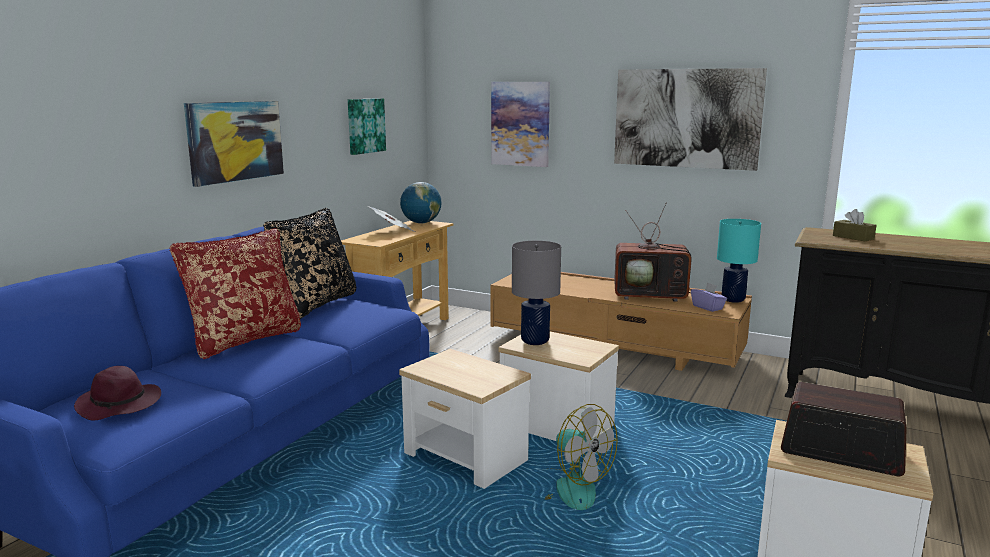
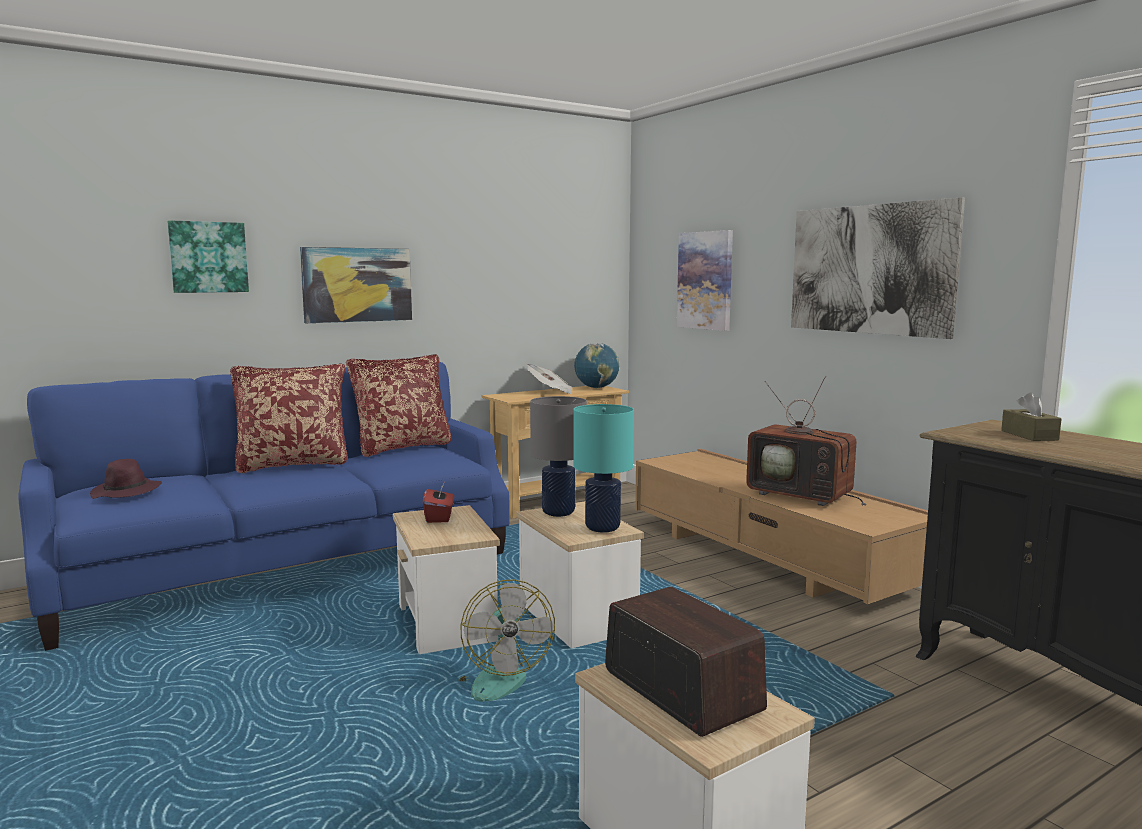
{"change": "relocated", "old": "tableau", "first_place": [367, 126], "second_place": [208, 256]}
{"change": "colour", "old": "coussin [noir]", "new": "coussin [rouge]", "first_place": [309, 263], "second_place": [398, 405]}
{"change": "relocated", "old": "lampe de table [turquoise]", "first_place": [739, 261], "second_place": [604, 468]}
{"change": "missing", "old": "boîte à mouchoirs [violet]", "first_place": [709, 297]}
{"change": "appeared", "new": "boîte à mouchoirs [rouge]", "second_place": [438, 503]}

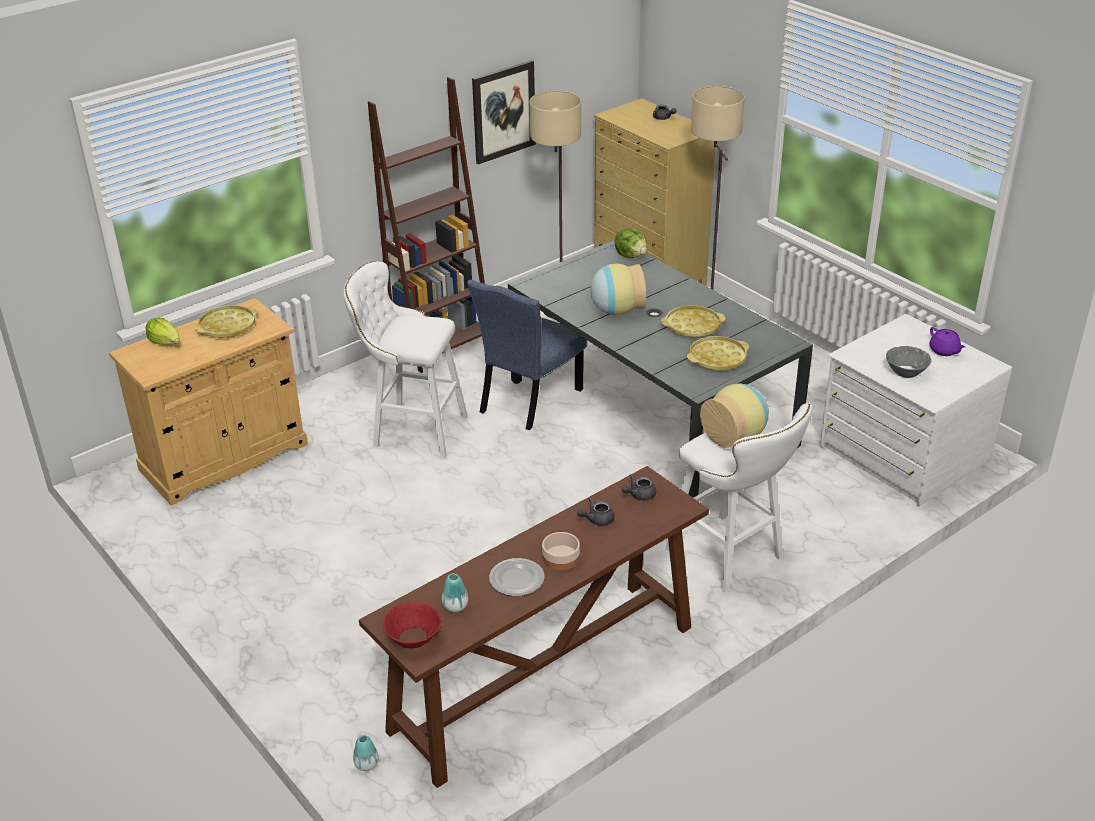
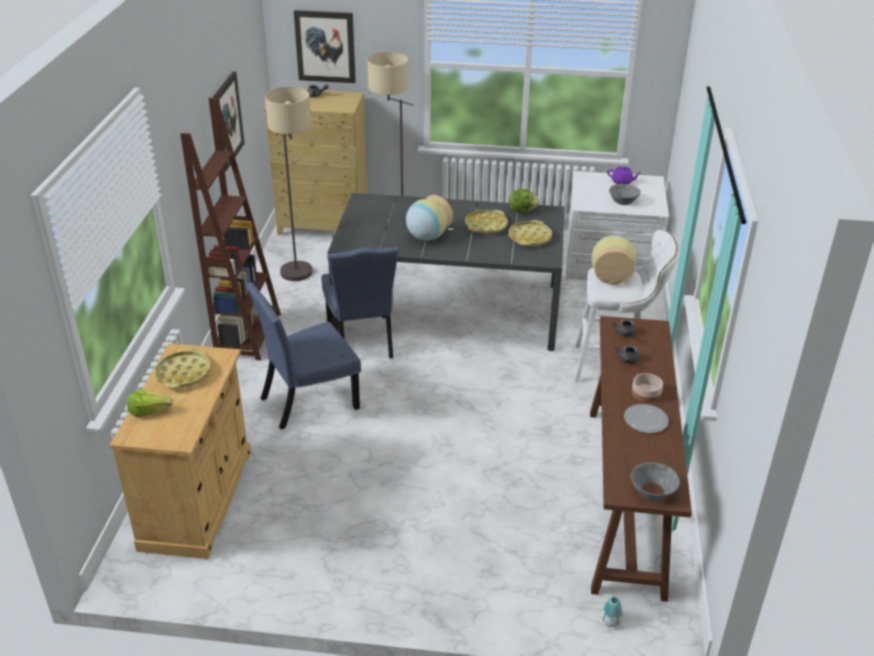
{"change": "relocated", "old": "laitue", "first_place": [631, 243], "second_place": [524, 200]}
{"change": "exchanged", "old": "tabouret [blanc]", "new": "chaise [bleu]", "first_place": [405, 359], "second_place": [304, 355]}
{"change": "missing", "old": "vase", "first_place": [455, 592]}
{"change": "colour", "old": "bol [rouge]", "new": "bol [gris]", "first_place": [412, 625], "second_place": [655, 481]}
{"change": "appeared", "new": "tableau", "second_place": [325, 46]}

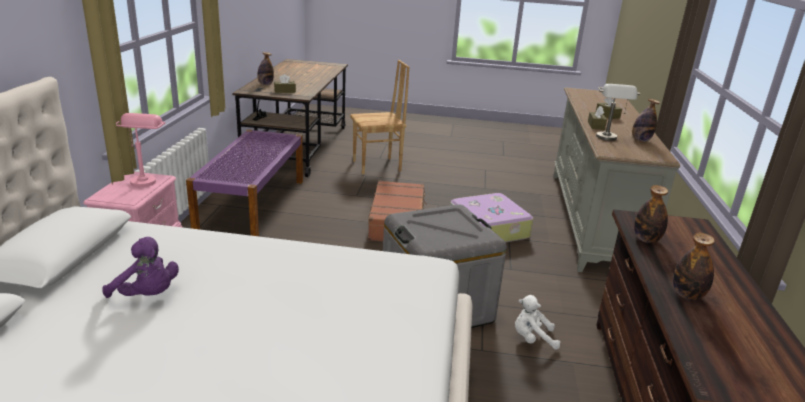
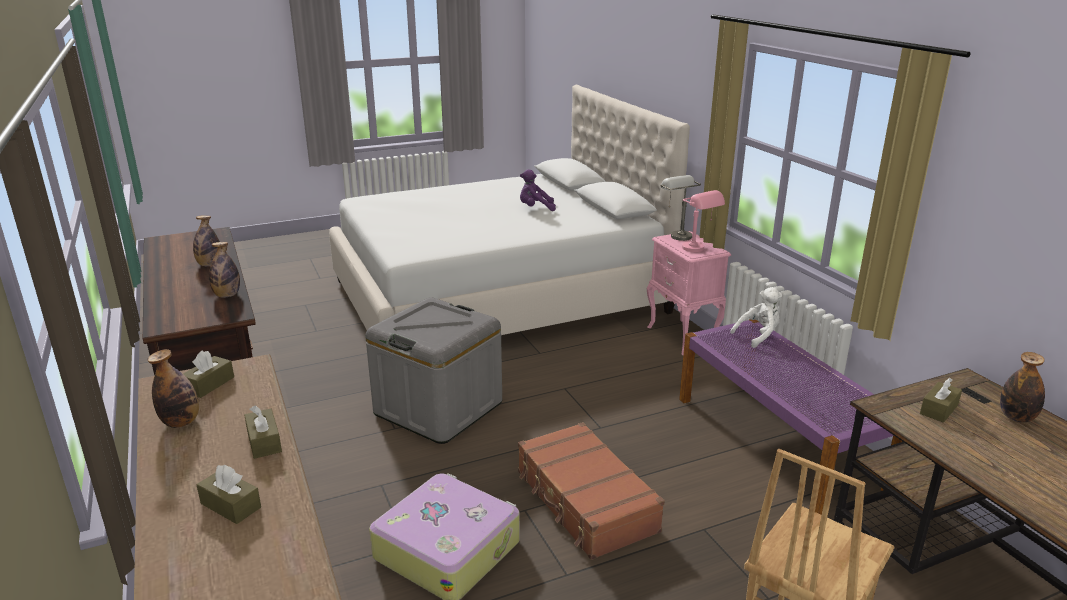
{"change": "relocated", "old": "lampe de table [gris]", "first_place": [618, 112], "second_place": [680, 208]}
{"change": "relocated", "old": "peluche [blanc]", "first_place": [537, 322], "second_place": [756, 317]}
{"change": "appeared", "new": "boîte à mouchoirs [marron]", "second_place": [208, 374]}

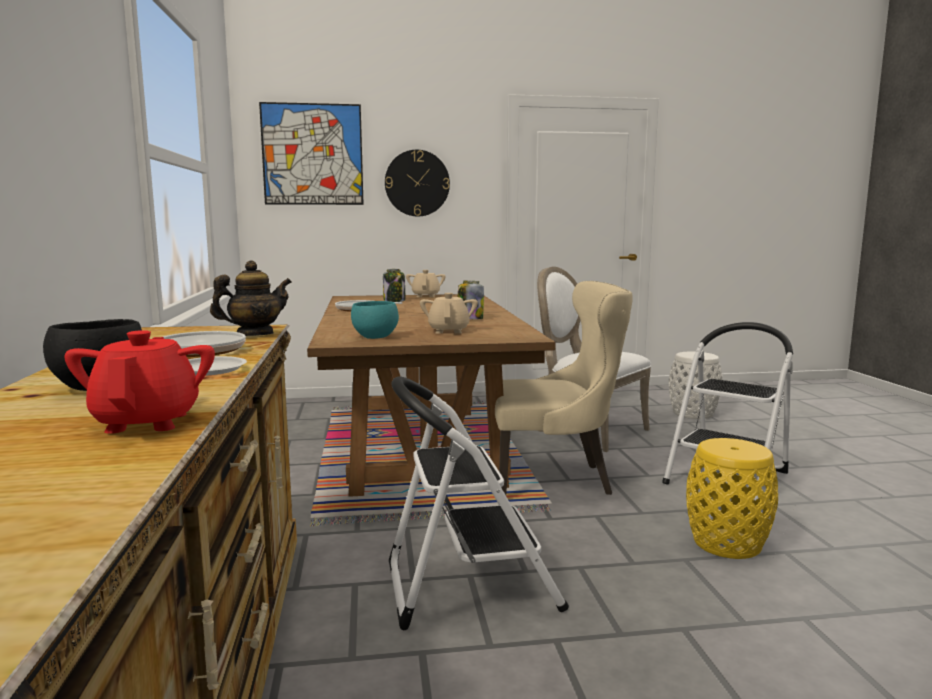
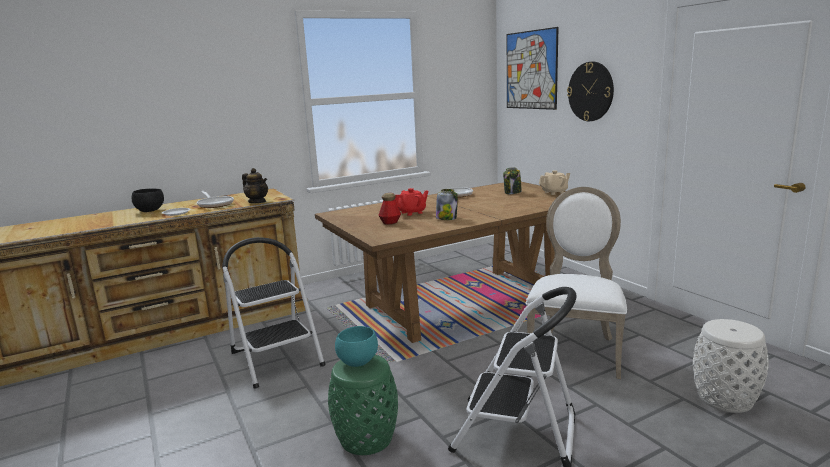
{"change": "missing", "old": "chaise [beige]", "first_place": [564, 388]}
{"change": "exchanged", "old": "théière [beige]", "new": "bouteille", "first_place": [449, 313], "second_place": [390, 208]}
{"change": "relocated", "old": "bol [turquoise]", "first_place": [375, 320], "second_place": [356, 346]}
{"change": "relocated", "old": "théière [rouge]", "first_place": [139, 382], "second_place": [411, 202]}
{"change": "colour", "old": "tabouret [jaune]", "new": "tabouret [vert]", "first_place": [732, 498], "second_place": [363, 405]}

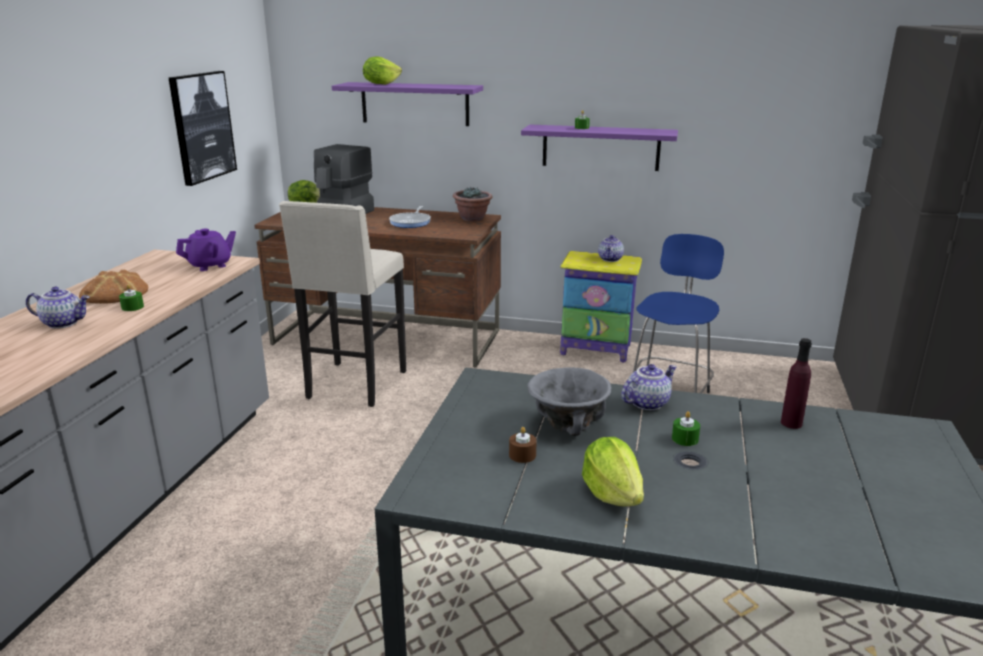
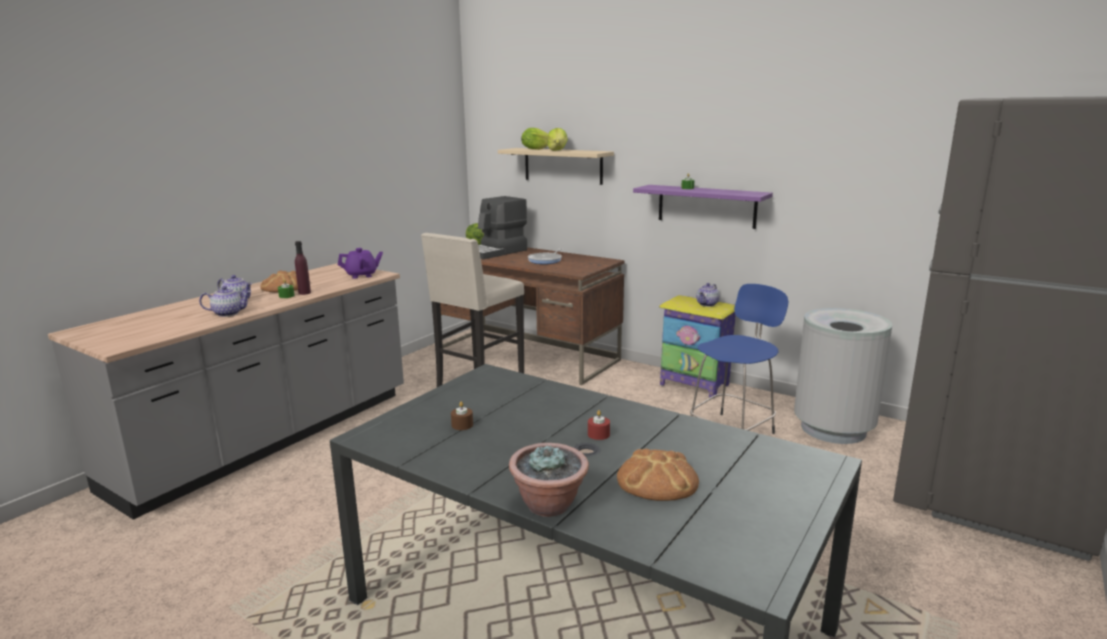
{"change": "missing", "old": "tableau", "first_place": [203, 128]}
{"change": "colour", "old": "étagère [violet]", "new": "étagère [beige]", "first_place": [407, 104], "second_place": [556, 166]}
{"change": "relocated", "old": "plante en pot", "first_place": [473, 204], "second_place": [549, 480]}
{"change": "relocated", "old": "bouteille [violet]", "first_place": [796, 383], "second_place": [303, 268]}
{"change": "relocated", "old": "théière", "first_place": [649, 387], "second_place": [225, 301]}
{"change": "missing", "old": "bol [gris]", "first_place": [569, 401]}
{"change": "colour", "old": "bougie [vert]", "new": "bougie [rouge]", "first_place": [686, 428], "second_place": [599, 425]}
{"change": "relocated", "old": "laitue", "first_place": [613, 471], "second_place": [557, 139]}
{"change": "appeared", "new": "poubelle [gris]", "second_place": [843, 376]}
{"change": "appeared", "new": "pain", "second_place": [658, 475]}

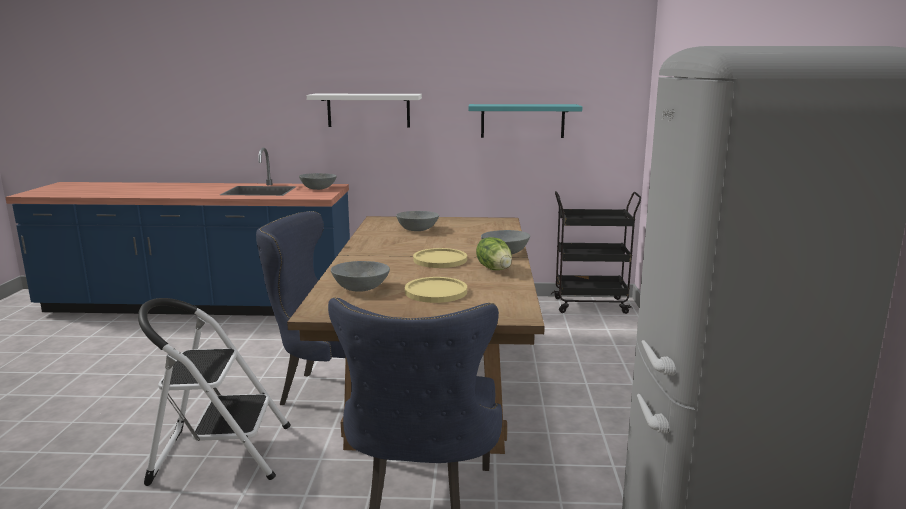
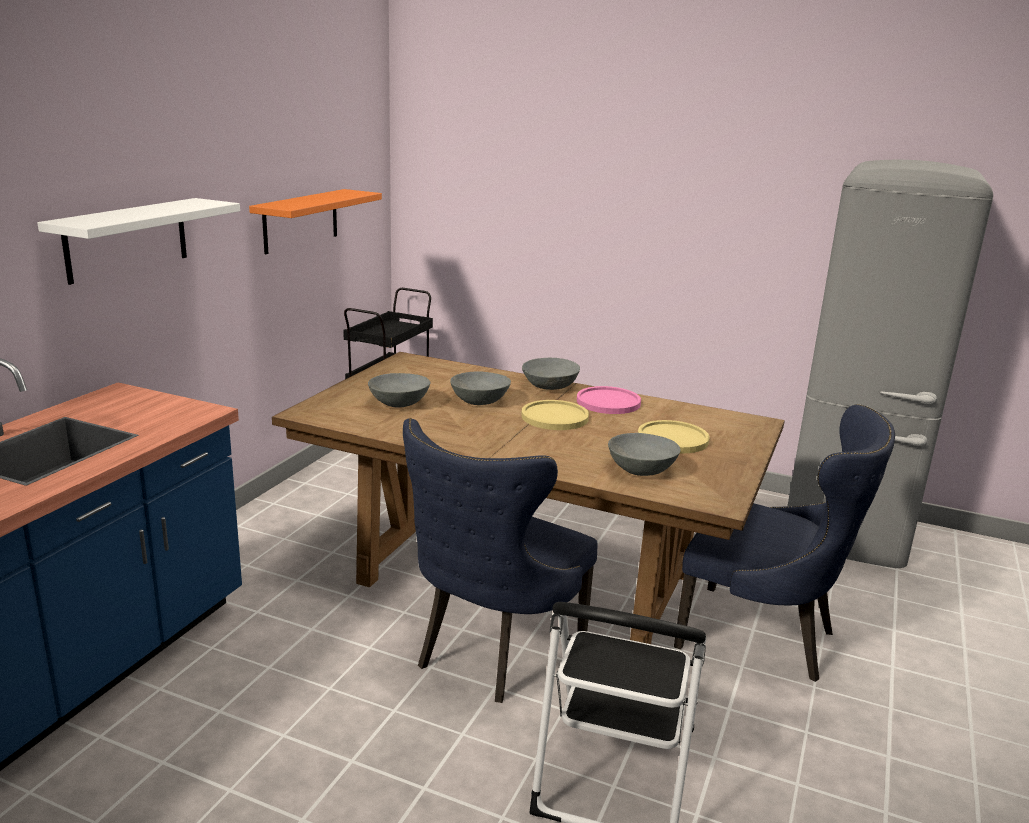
{"change": "colour", "old": "étagère [turquoise]", "new": "étagère [orange]", "first_place": [525, 121], "second_place": [315, 221]}
{"change": "relocated", "old": "bol [gris]", "first_place": [318, 181], "second_place": [480, 388]}
{"change": "exchanged", "old": "laitue", "new": "assiette [rose]", "first_place": [494, 253], "second_place": [609, 400]}

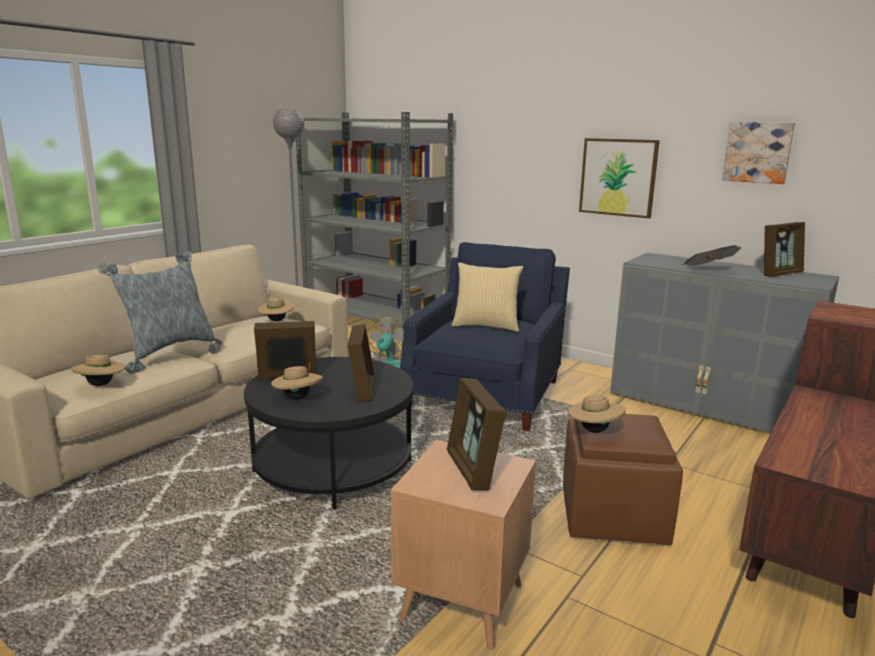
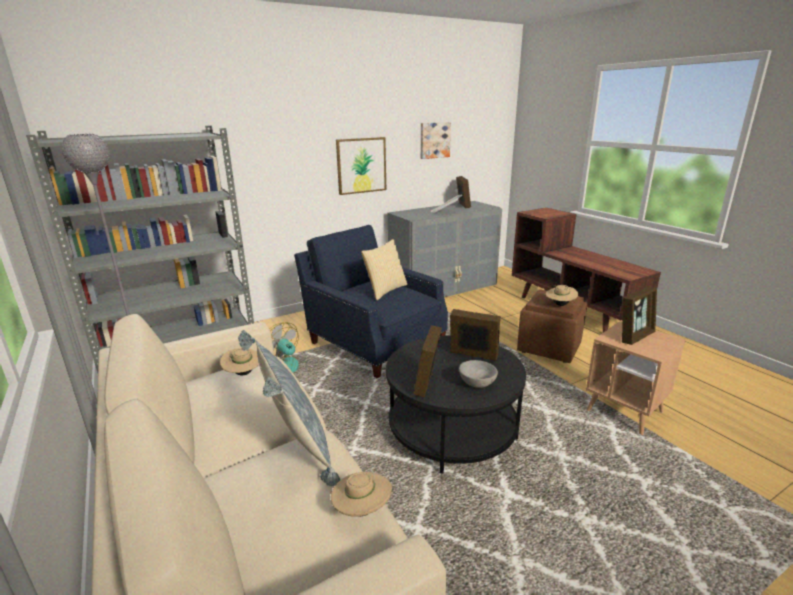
{"change": "exchanged", "old": "chapeau [beige]", "new": "bol [gris]", "first_place": [297, 381], "second_place": [478, 374]}
{"change": "spun", "old": "cadre photo", "first_place": [476, 434], "second_place": [639, 316], "degrees": -45}

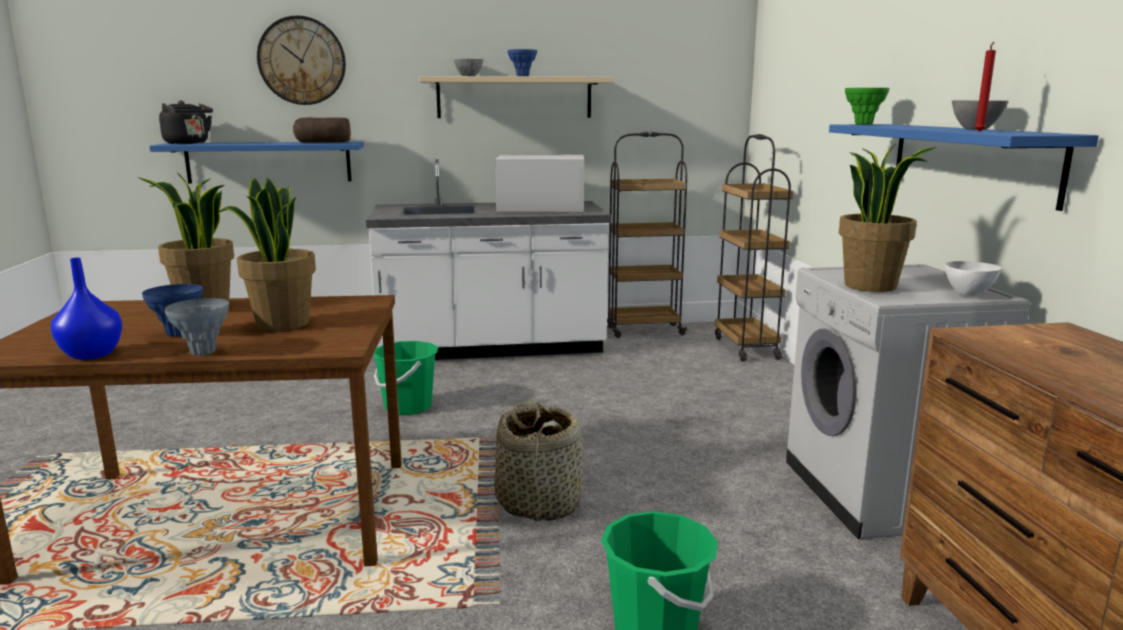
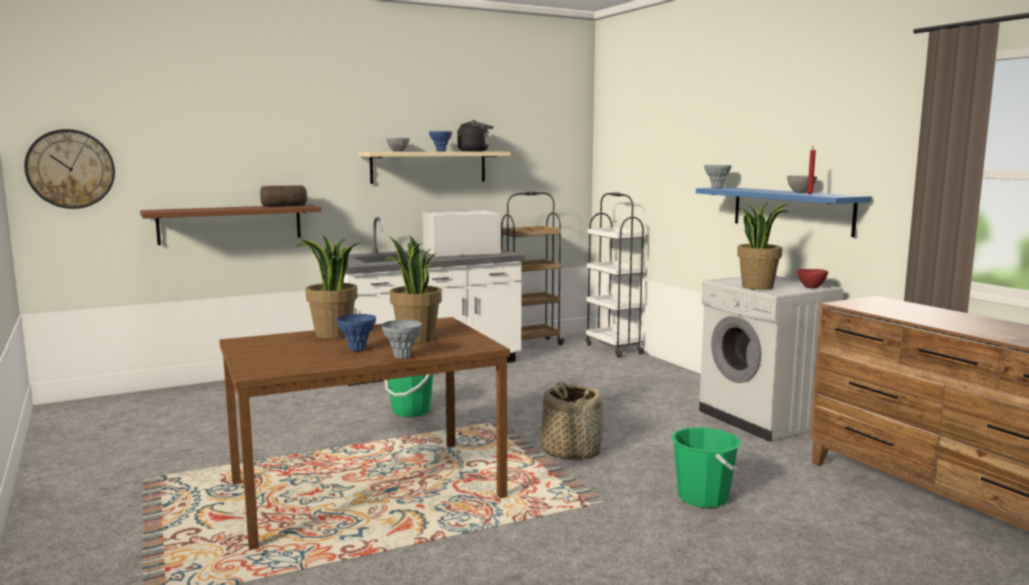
{"change": "relocated", "old": "horloge murale", "first_place": [301, 60], "second_place": [69, 169]}
{"change": "colour", "old": "vase [vert]", "new": "vase [gris]", "first_place": [867, 106], "second_place": [717, 176]}
{"change": "relocated", "old": "bouilloire [noir]", "first_place": [186, 122], "second_place": [475, 135]}
{"change": "colour", "old": "chariot [marron]", "new": "chariot [blanc]", "first_place": [754, 247], "second_place": [615, 275]}
{"change": "colour", "old": "étagère [bleu]", "new": "étagère [marron]", "first_place": [256, 163], "second_place": [230, 224]}
{"change": "missing", "old": "vase [bleu]", "first_place": [87, 309]}
{"change": "colour", "old": "bol [blanc]", "new": "bol [rouge]", "first_place": [973, 278], "second_place": [812, 278]}

